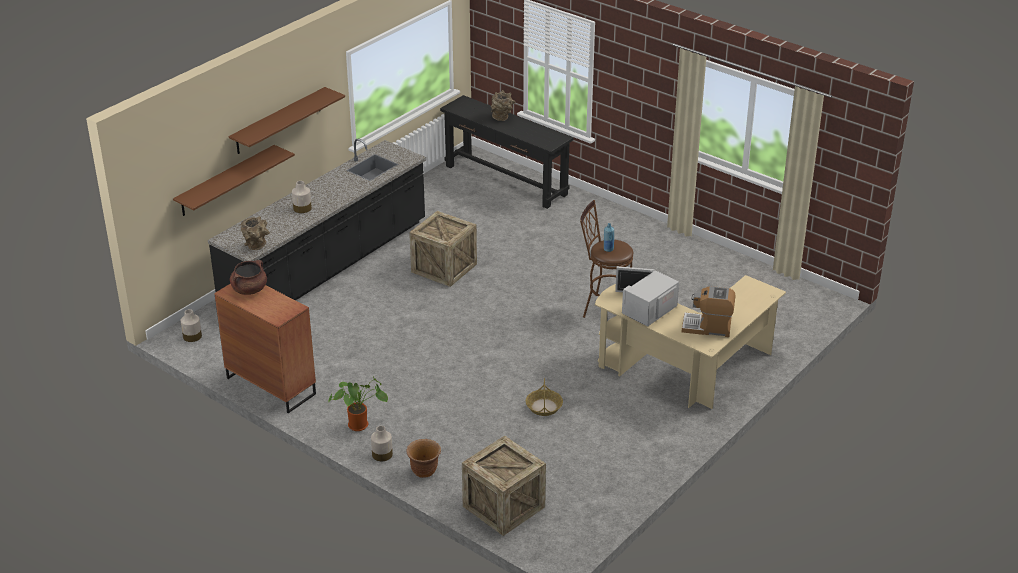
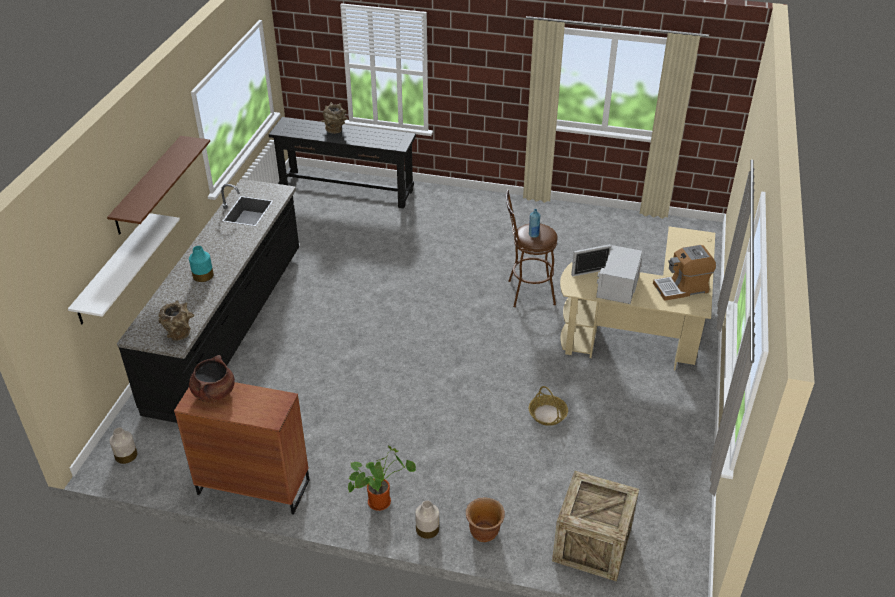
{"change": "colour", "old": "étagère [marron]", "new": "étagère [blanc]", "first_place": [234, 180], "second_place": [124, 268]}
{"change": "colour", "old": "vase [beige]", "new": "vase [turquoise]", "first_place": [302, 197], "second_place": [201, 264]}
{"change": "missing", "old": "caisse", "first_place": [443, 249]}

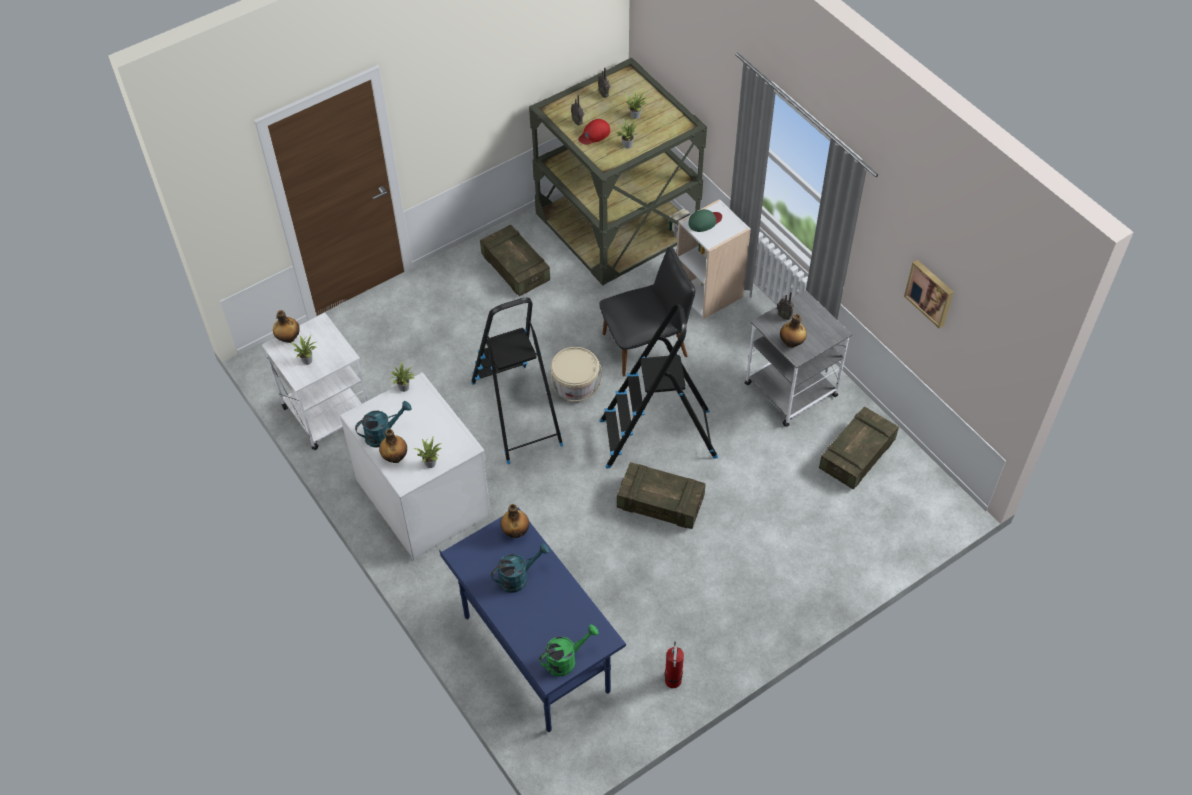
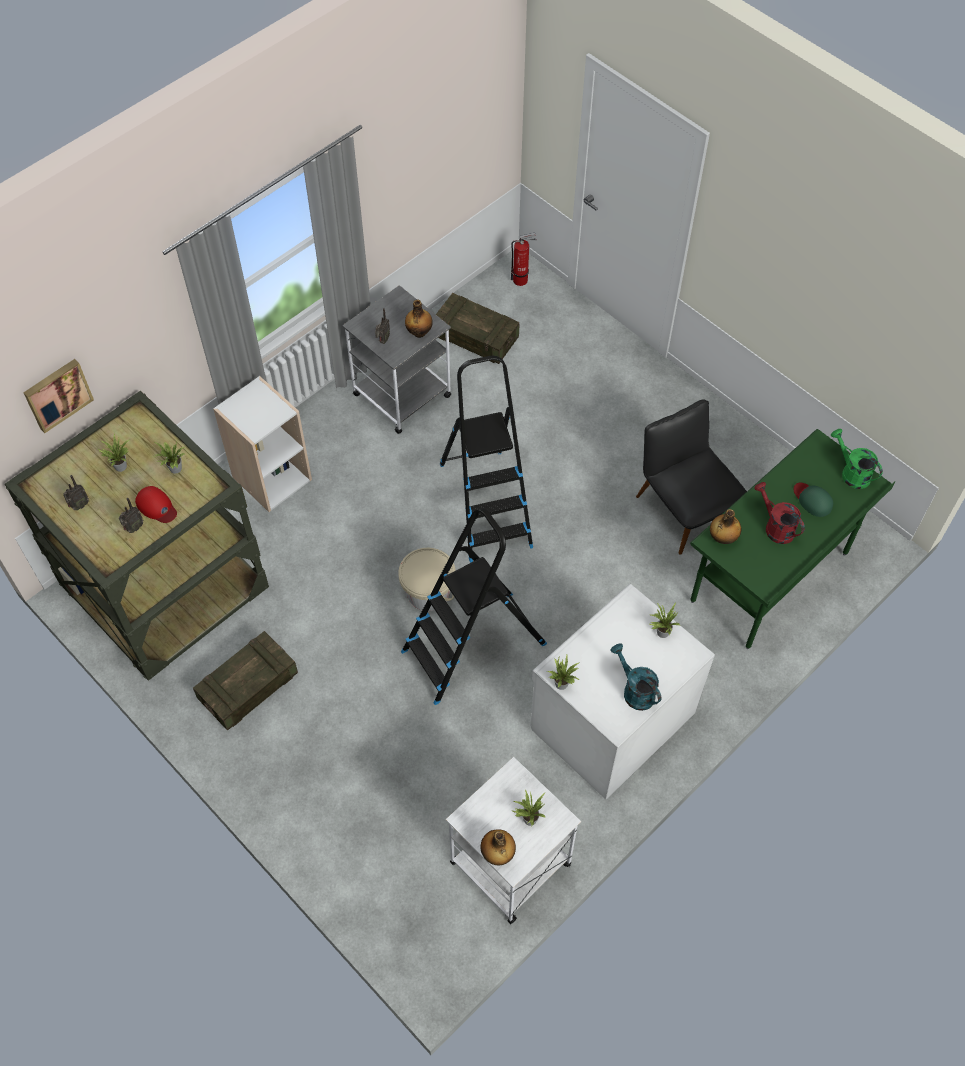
{"change": "relocated", "old": "casquette [vert]", "first_place": [705, 220], "second_place": [813, 500]}
{"change": "relocated", "old": "chaise [noir]", "first_place": [647, 311], "second_place": [691, 477]}
{"change": "relocated", "old": "tableau", "first_place": [929, 294], "second_place": [58, 396]}
{"change": "missing", "old": "bouteille", "first_place": [393, 446]}
{"change": "missing", "old": "caisse", "first_place": [661, 495]}
{"change": "colour", "old": "bureau [bleu]", "new": "bureau [vert]", "first_place": [532, 620], "second_place": [792, 539]}
{"change": "colour", "old": "arrosoir [turquoise]", "new": "arrosoir [rouge]", "first_place": [520, 568], "second_place": [779, 513]}
{"change": "relocated", "old": "extincteur", "first_place": [674, 665], "second_place": [524, 259]}

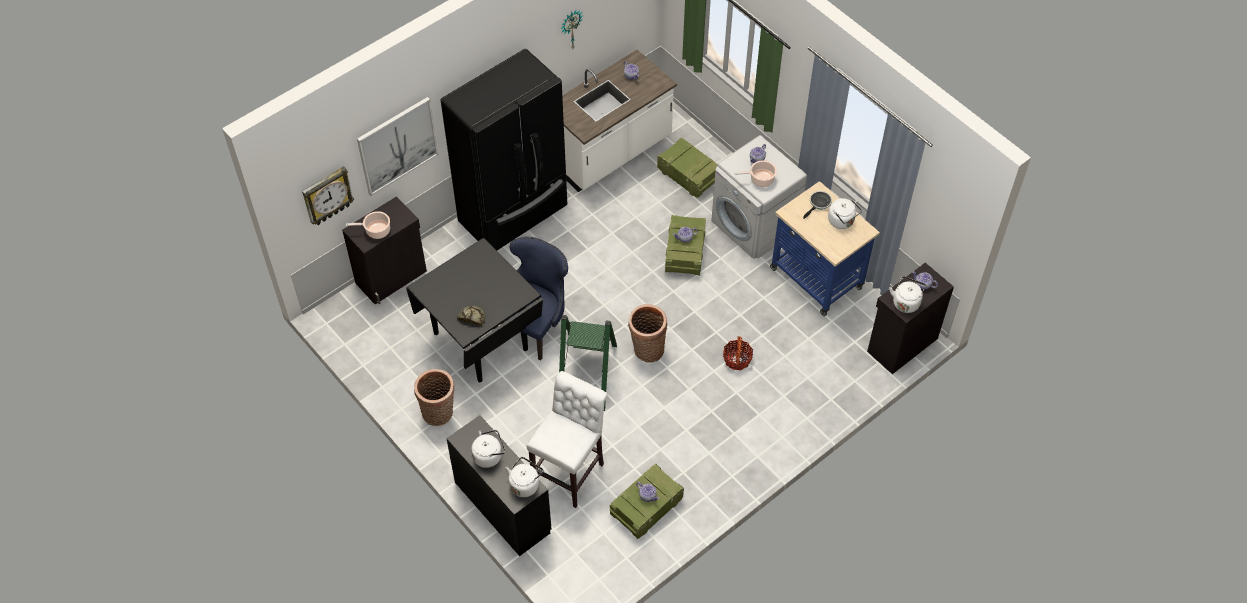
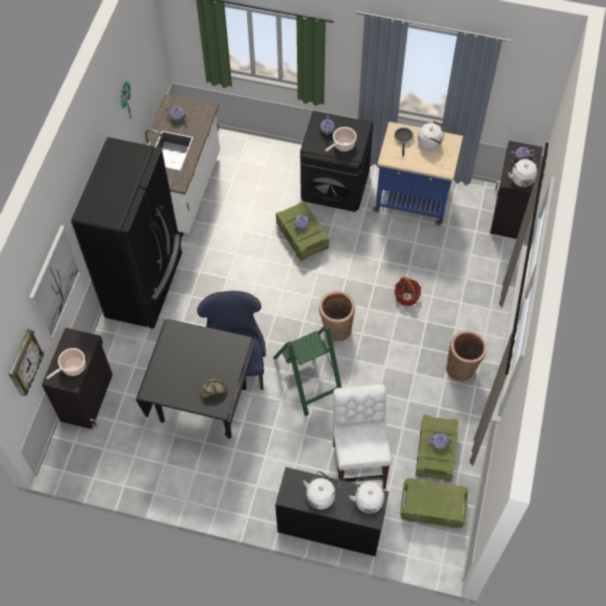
{"change": "colour", "old": "lave-linge [blanc]", "new": "lave-linge [noir]", "first_place": [759, 197], "second_place": [336, 161]}
{"change": "relocated", "old": "caisse", "first_place": [687, 168], "second_place": [434, 503]}
{"change": "relocated", "old": "panier", "first_place": [434, 397], "second_place": [466, 355]}

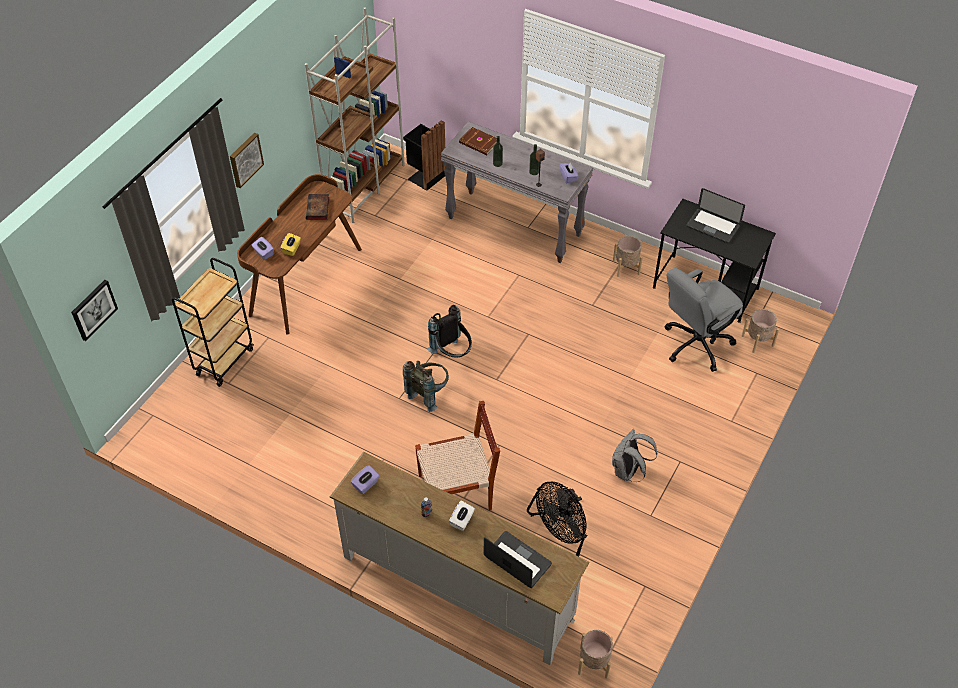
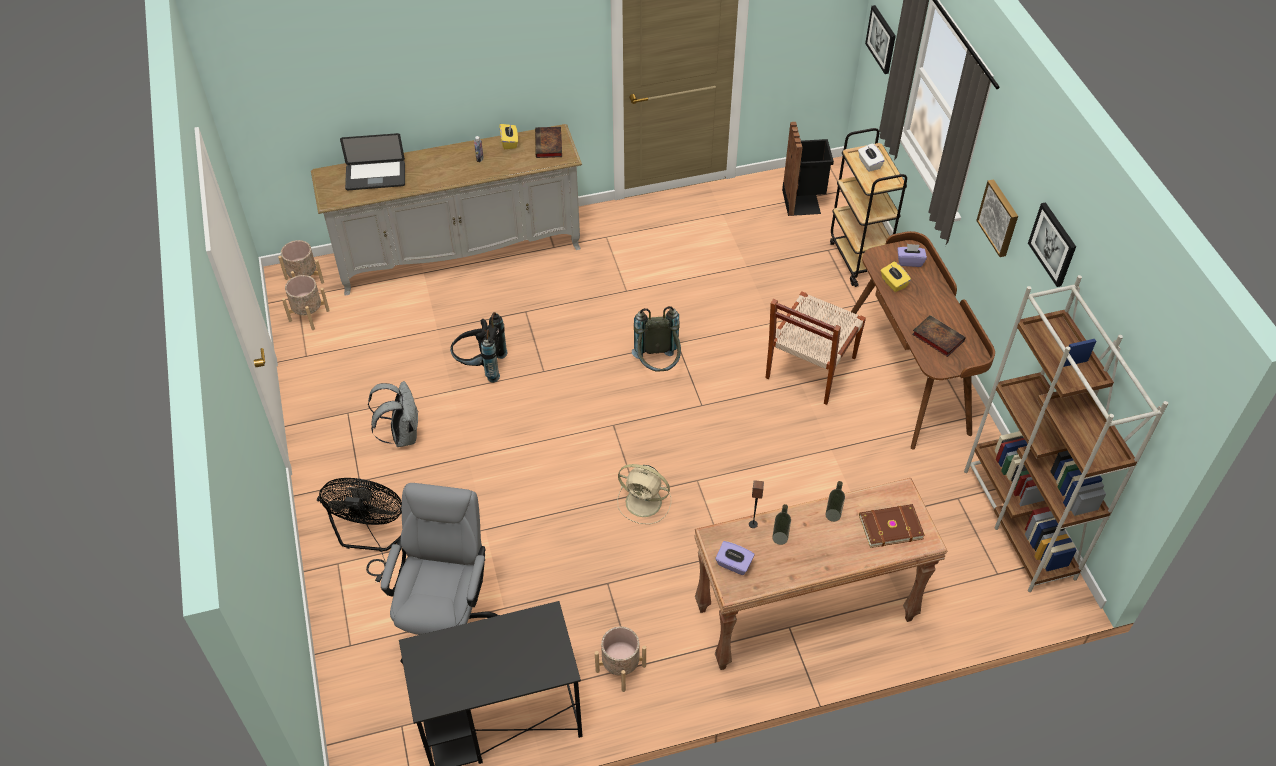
{"change": "relocated", "old": "poubelle [noir]", "first_place": [424, 155], "second_place": [808, 169]}
{"change": "colour", "old": "table console [gris]", "new": "table console [marron]", "first_place": [517, 192], "second_place": [821, 574]}
{"change": "missing", "old": "ordinateur portable", "first_place": [715, 215]}
{"change": "relocated", "old": "sac à dos [noir]", "first_place": [450, 331], "second_place": [479, 347]}
{"change": "relocated", "old": "cache-pot [beige]", "first_place": [760, 331], "second_place": [306, 302]}
{"change": "relocated", "old": "chaise", "first_place": [457, 455], "second_place": [815, 348]}
{"change": "exchanged", "old": "boîte à mouchoirs [violet]", "new": "livre", "first_place": [365, 479], "second_place": [548, 142]}
{"change": "relocated", "old": "ventilateur [noir]", "first_place": [557, 519], "second_place": [359, 530]}
{"change": "relocated", "old": "boîte à mouchoirs [blanc]", "first_place": [462, 516], "second_place": [871, 157]}
{"change": "appeared", "new": "boîte à mouchoirs [jaune]", "second_place": [508, 136]}
{"change": "appeared", "new": "tableau", "second_place": [1052, 244]}
{"change": "appeared", "new": "ventilateur [beige]", "second_place": [644, 494]}

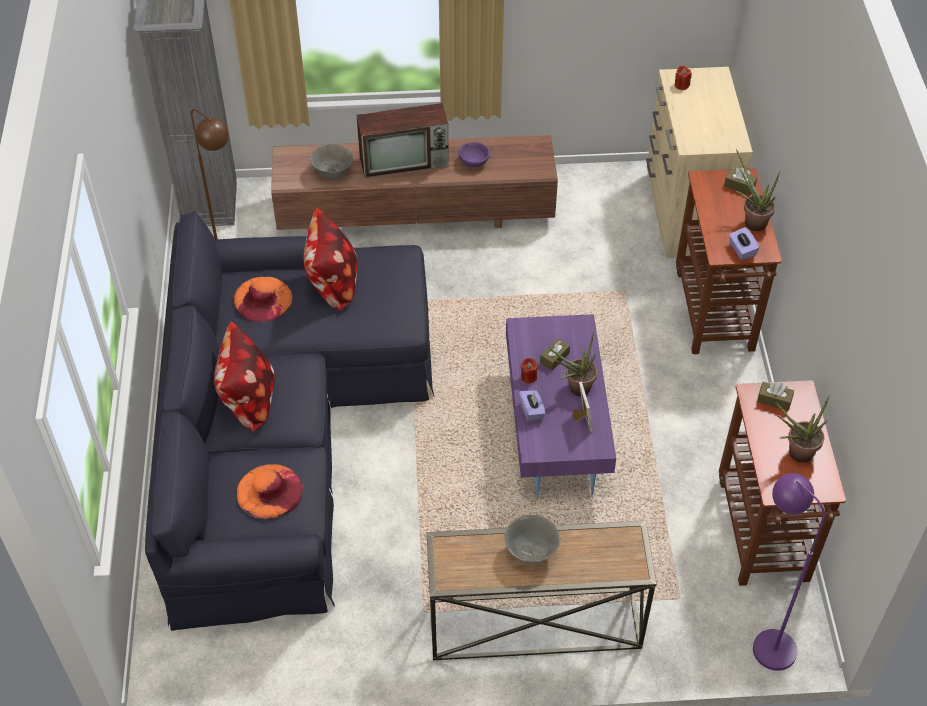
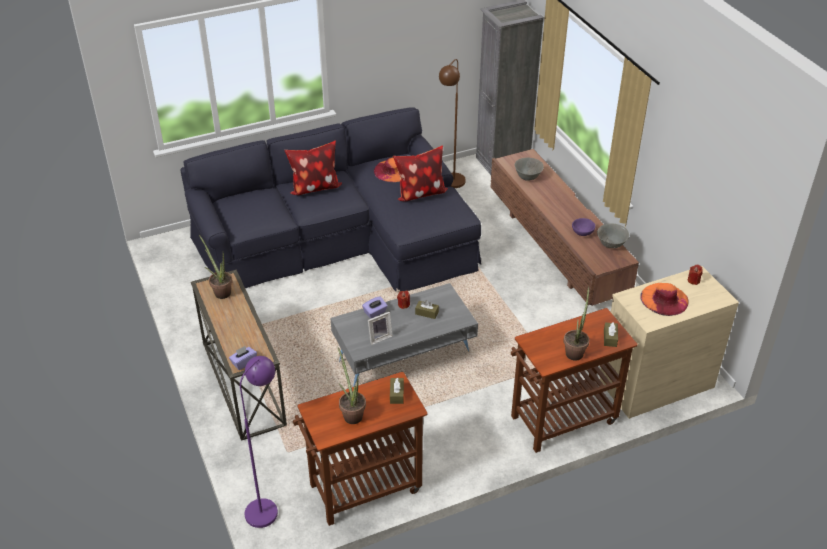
{"change": "missing", "old": "téléviseur", "first_place": [402, 140]}
{"change": "relocated", "old": "boîte à mouchoirs [violet]", "first_place": [744, 243], "second_place": [243, 358]}
{"change": "colour", "old": "table basse [violet]", "new": "table basse [gris]", "first_place": [561, 407], "second_place": [404, 335]}
{"change": "relocated", "old": "plante en pot", "first_place": [573, 363], "second_place": [215, 267]}
{"change": "relocated", "old": "chapeau [orange]", "first_place": [270, 492], "second_place": [664, 299]}
{"change": "relocated", "old": "bol [gris]", "first_place": [532, 539], "second_place": [613, 235]}

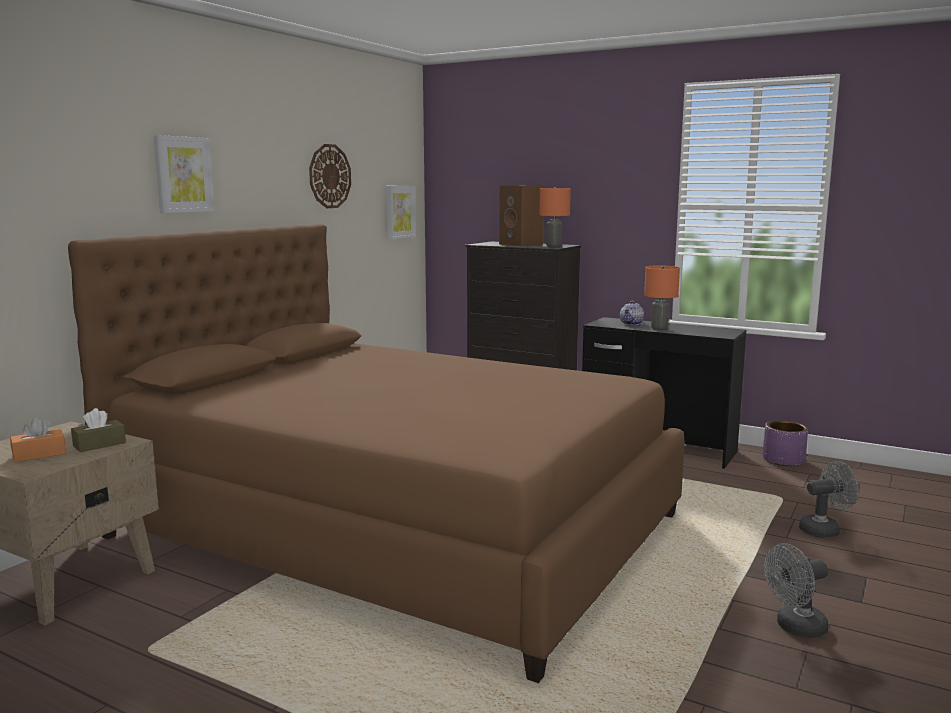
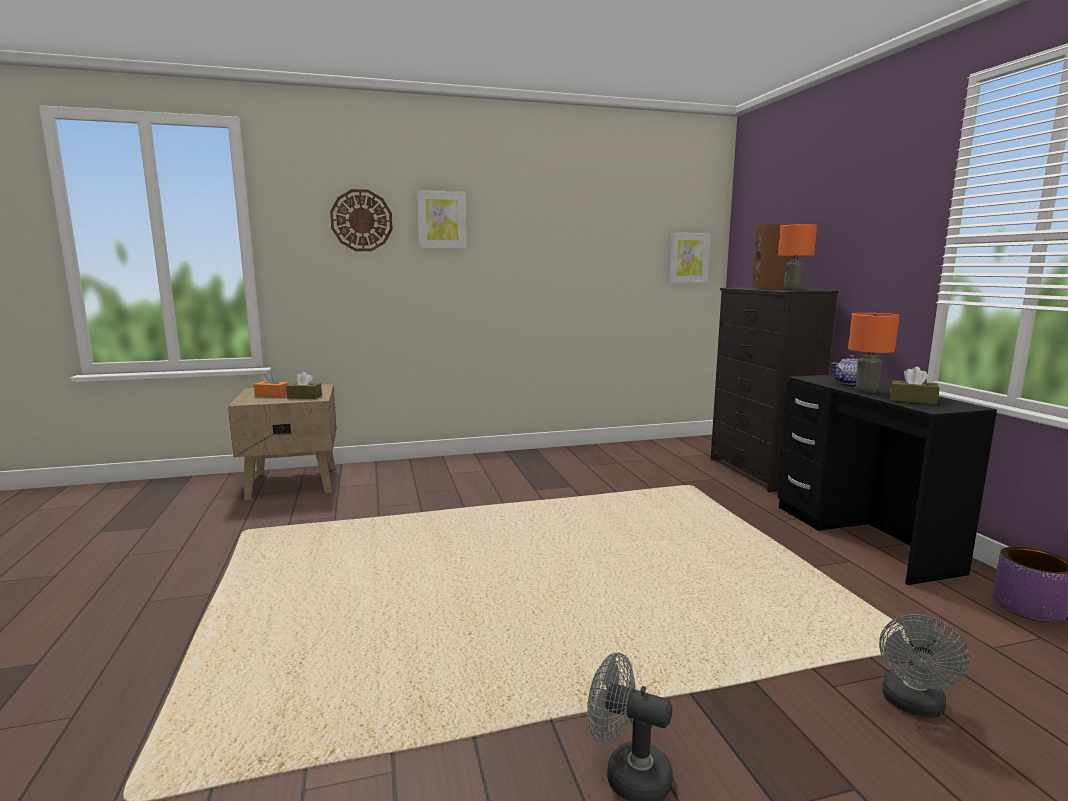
{"change": "relocated", "old": "horloge murale", "first_place": [330, 176], "second_place": [361, 220]}
{"change": "missing", "old": "lit [marron]", "first_place": [376, 453]}
{"change": "spun", "old": "ventilateur [gris]", "first_place": [829, 499], "second_place": [924, 666], "degrees": 90}
{"change": "appeared", "new": "boîte à mouchoirs [marron]", "second_place": [914, 385]}

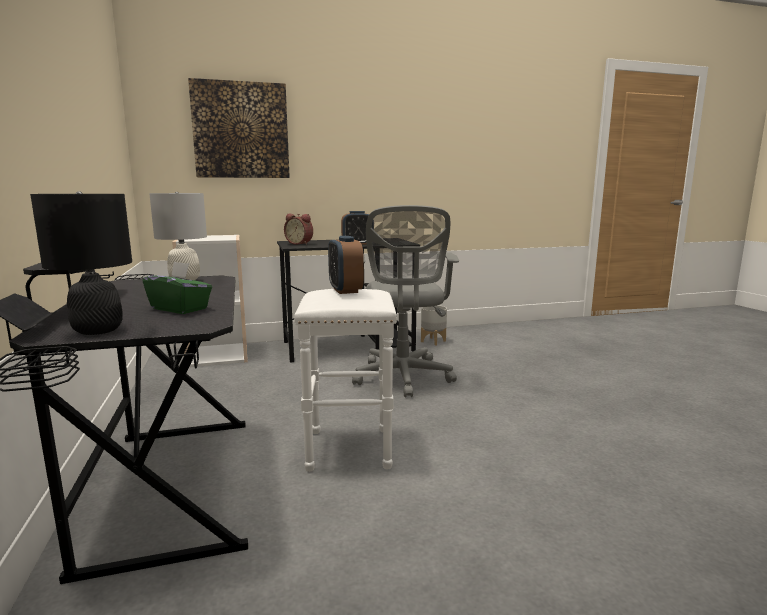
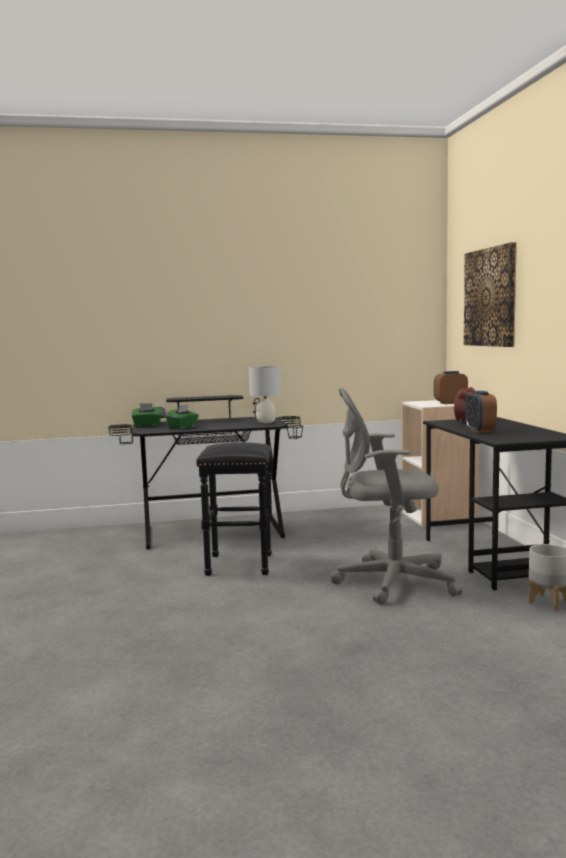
{"change": "exchanged", "old": "lampe de table [noir]", "new": "boîte à mouchoirs [vert]", "first_place": [81, 263], "second_place": [147, 415]}
{"change": "relocated", "old": "réveil", "first_place": [346, 265], "second_place": [451, 387]}
{"change": "colour", "old": "tabouret [blanc]", "new": "tabouret [noir]", "first_place": [345, 380], "second_place": [233, 509]}

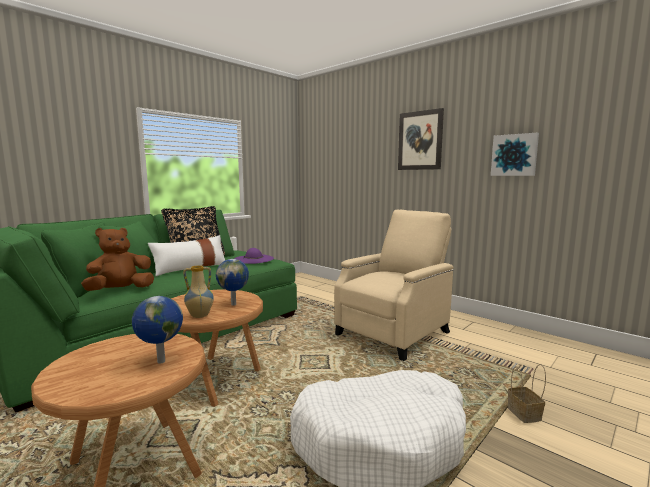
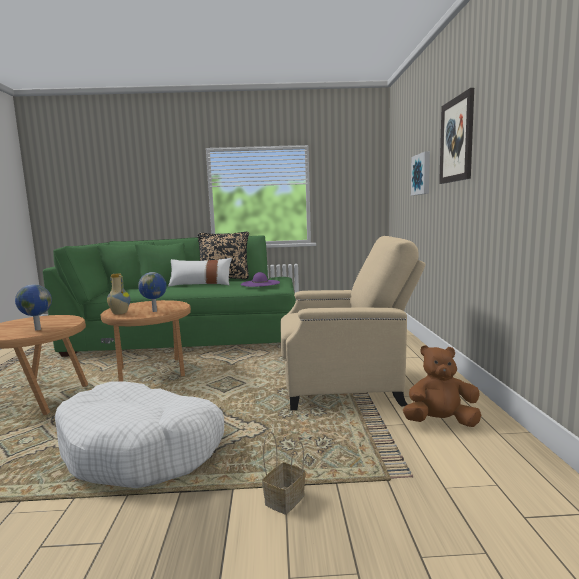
{"change": "relocated", "old": "tableau", "first_place": [515, 154], "second_place": [420, 173]}
{"change": "relocated", "old": "peluche [marron]", "first_place": [117, 259], "second_place": [442, 386]}

